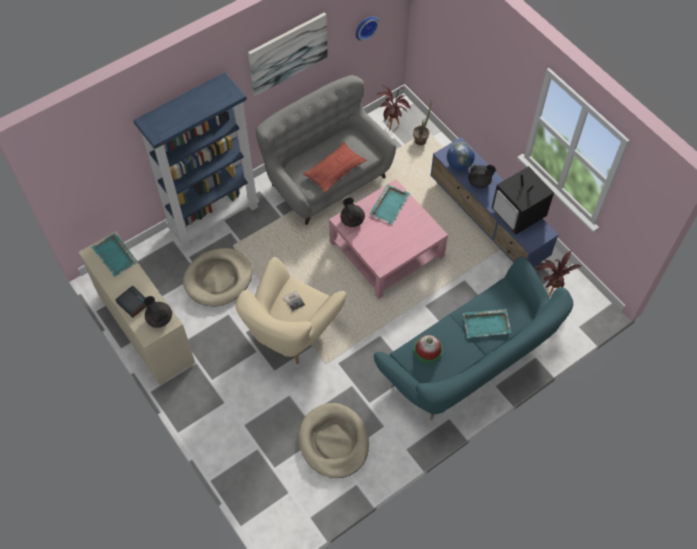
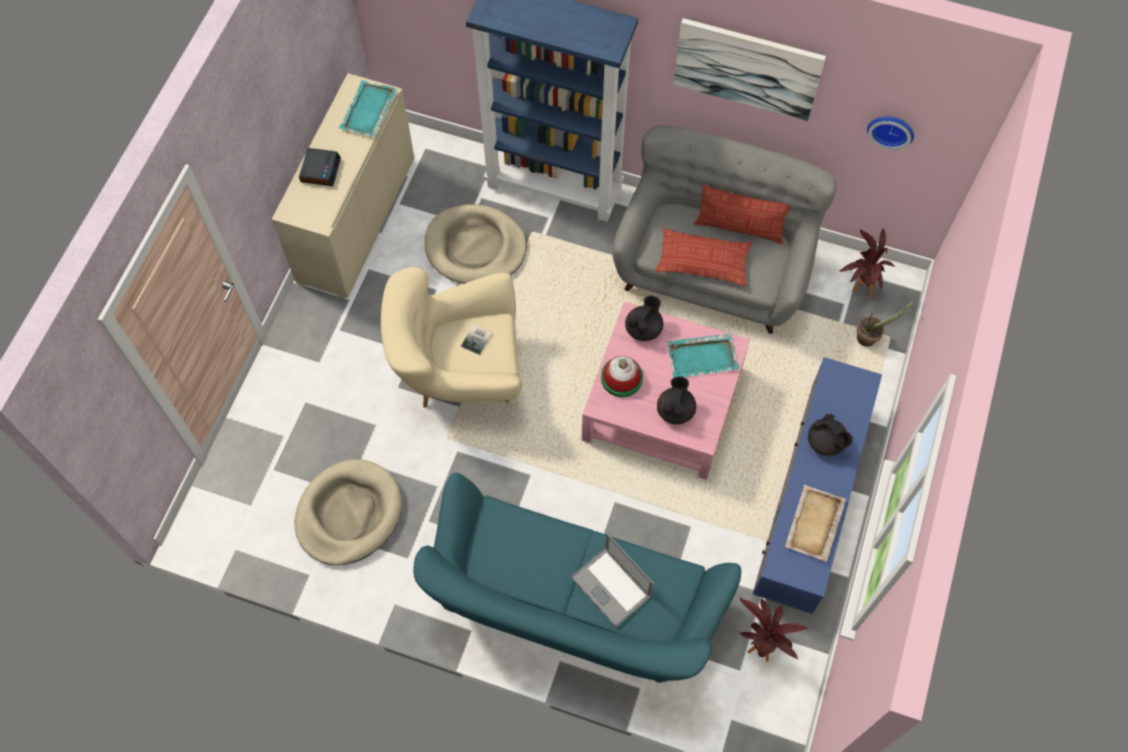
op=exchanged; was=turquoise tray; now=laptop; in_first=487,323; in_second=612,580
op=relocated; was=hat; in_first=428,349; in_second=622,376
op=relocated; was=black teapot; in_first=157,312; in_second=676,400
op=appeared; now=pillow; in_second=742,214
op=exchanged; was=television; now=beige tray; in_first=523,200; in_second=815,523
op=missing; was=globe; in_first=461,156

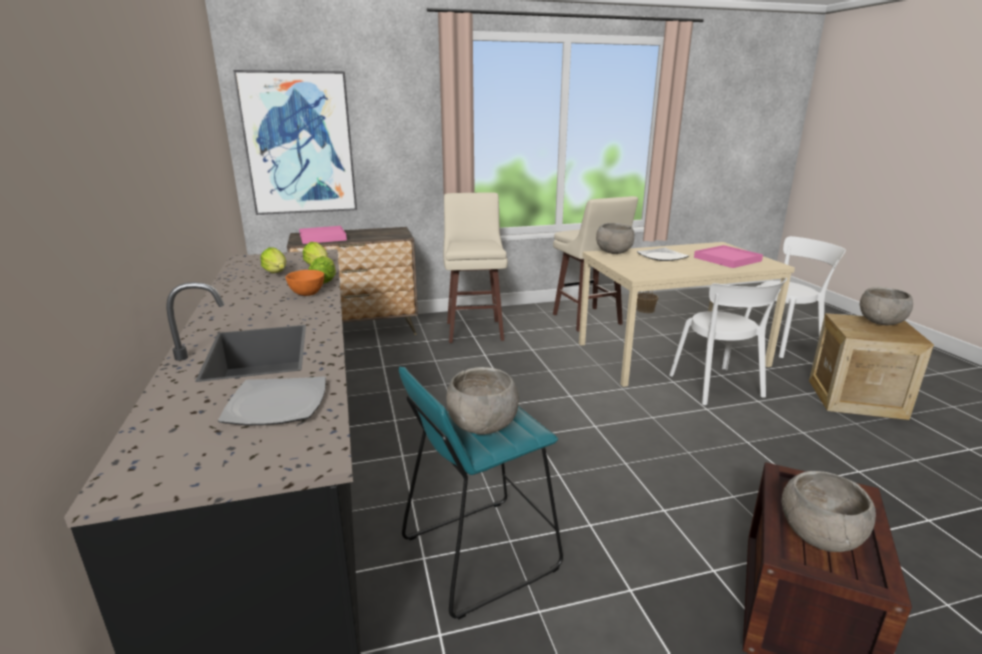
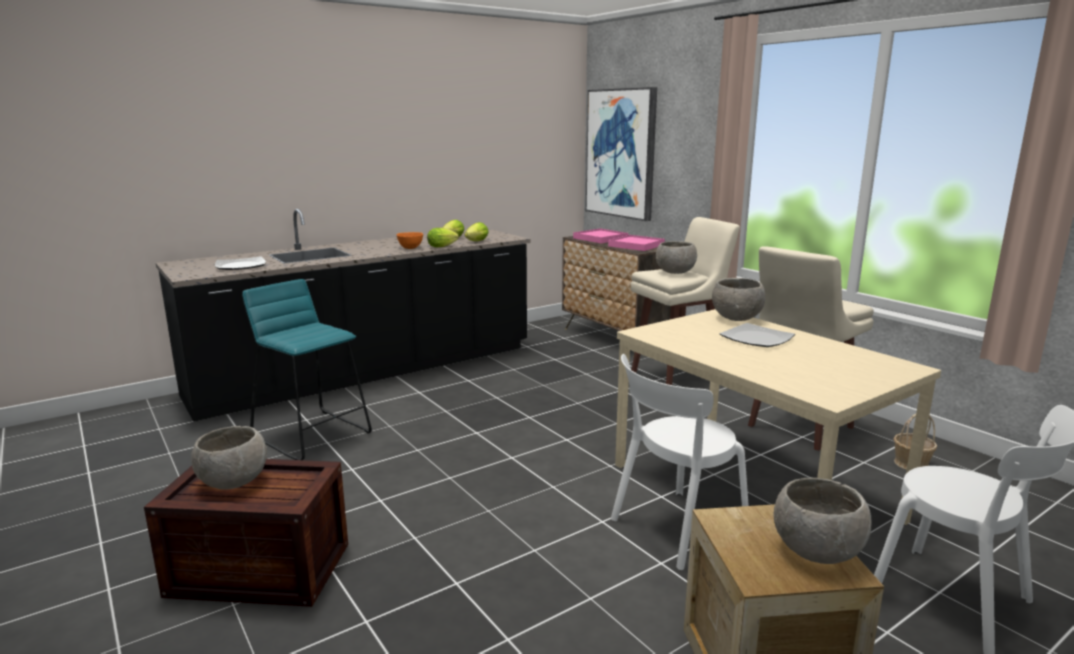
op=relocated; was=pink tray; in_first=728,256; in_second=636,243
op=relocated; was=grey bowl; in_first=482,401; in_second=676,257

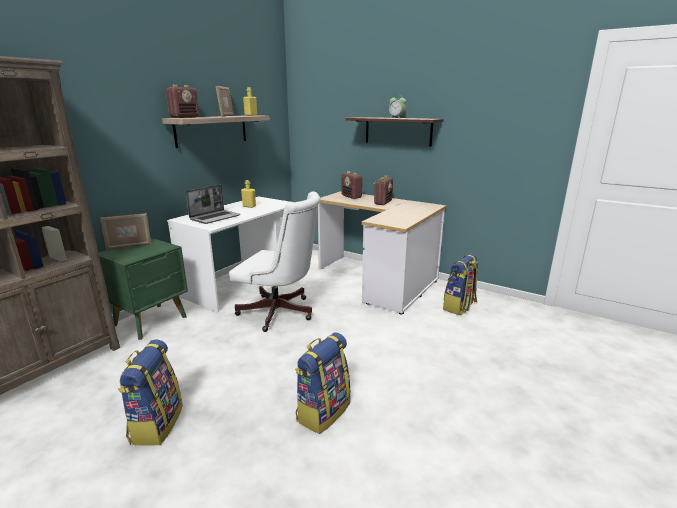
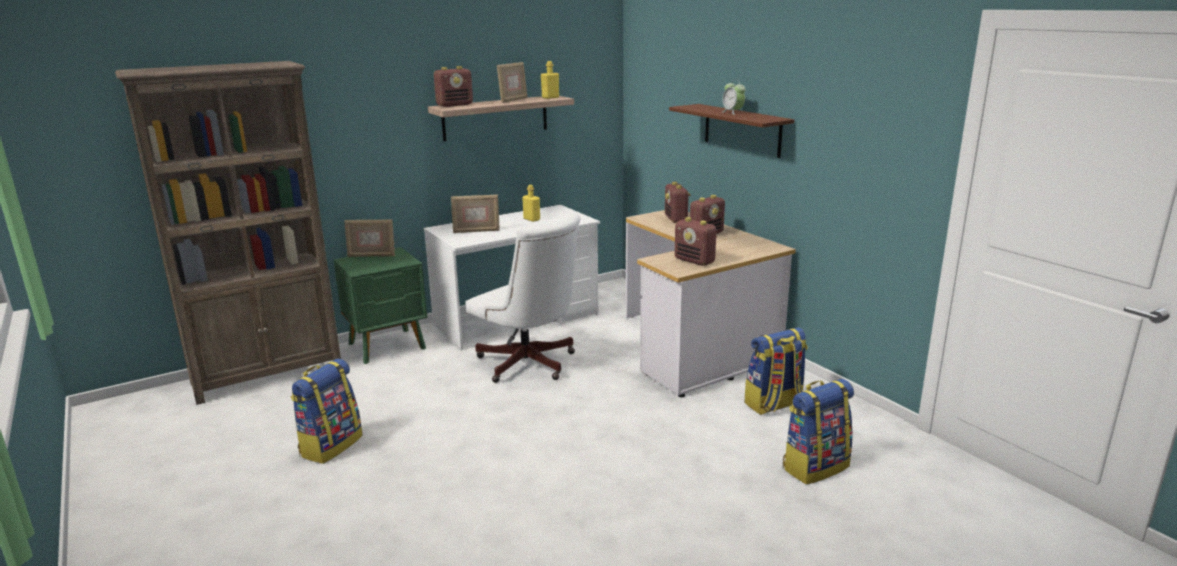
op=exchanged; was=laptop; now=picture frame; in_first=213,204; in_second=475,213
op=appeared; now=radio; in_second=695,241
op=relocated; was=backpack; in_first=323,383; in_second=818,432

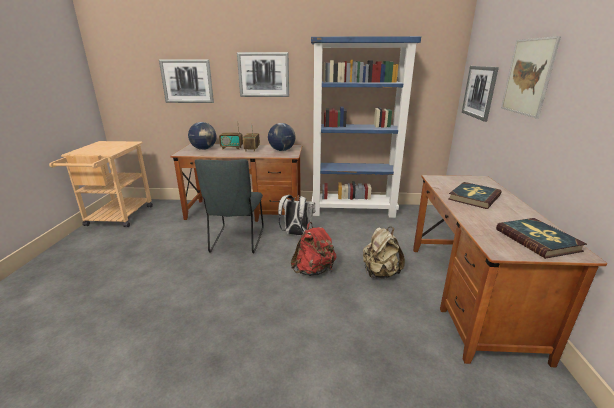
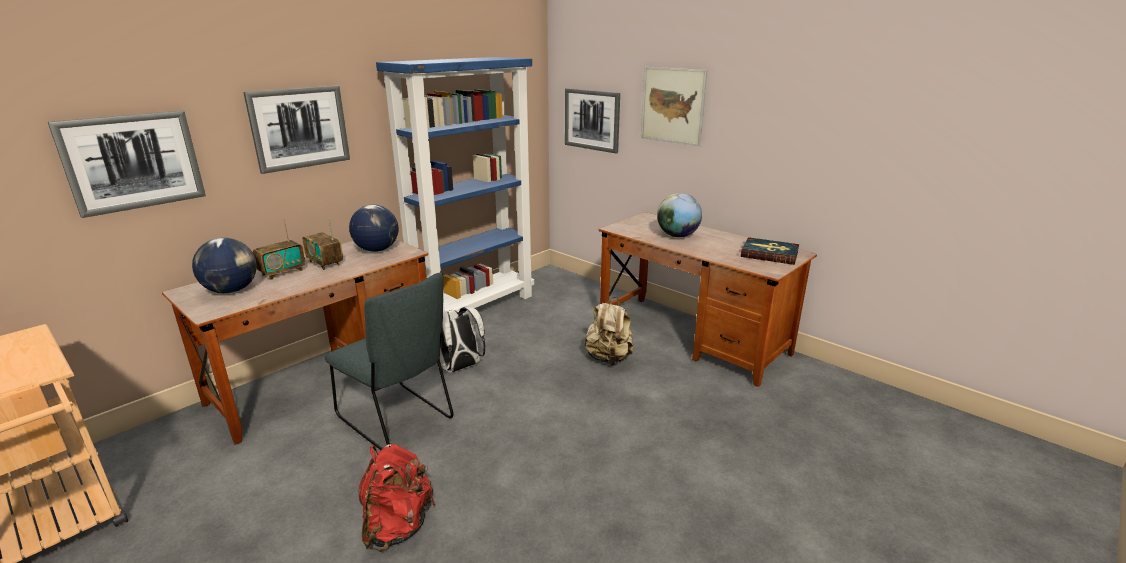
op=relocated; was=red backpack; in_first=314,249; in_second=397,498
op=exchanged; was=book; now=globe; in_first=474,195; in_second=679,215

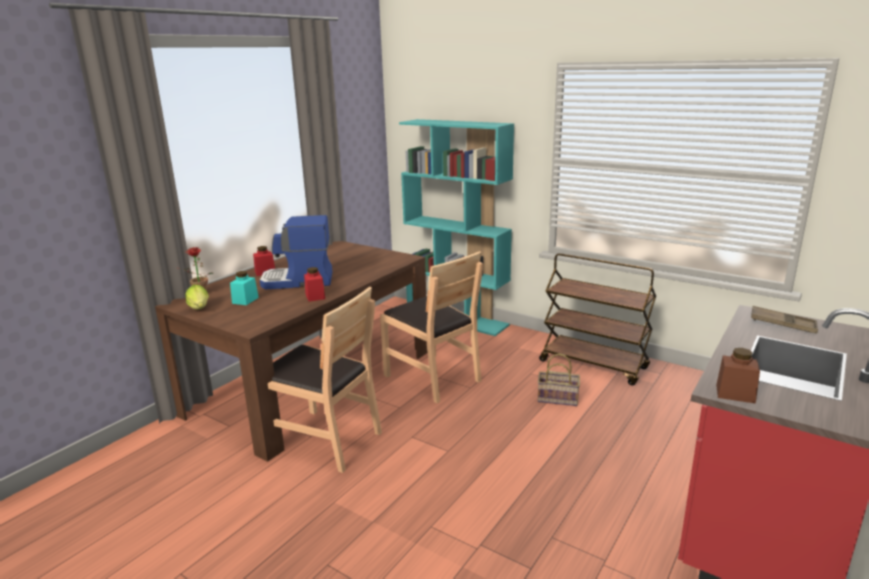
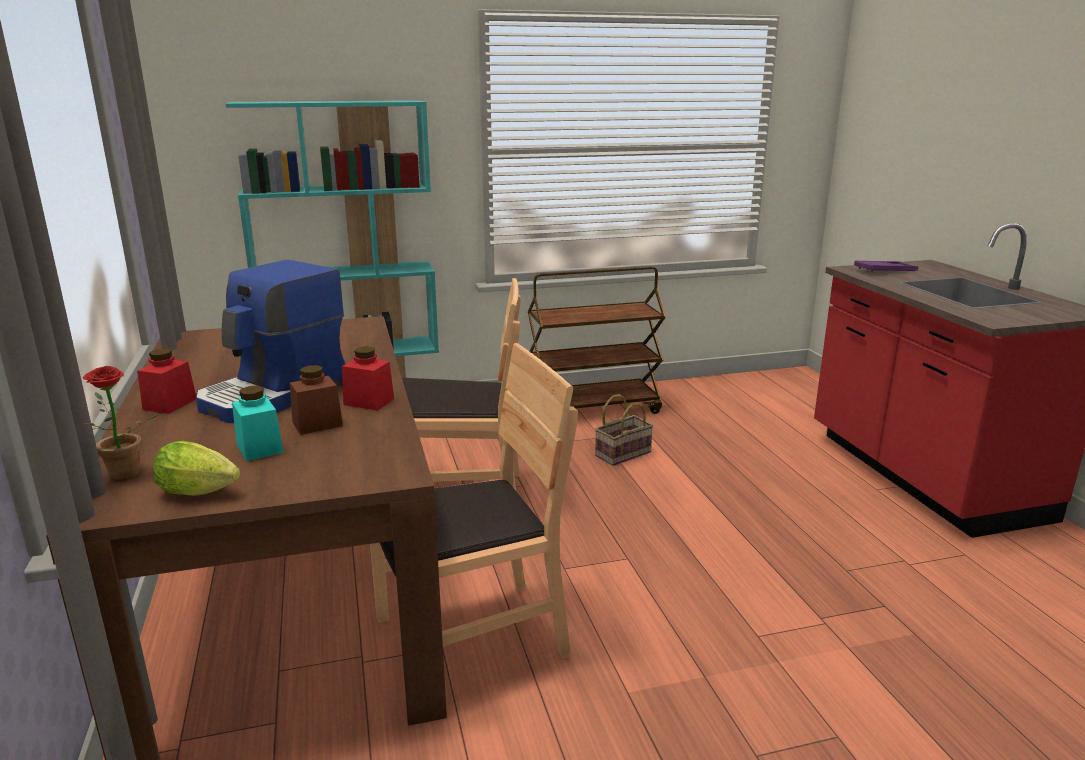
op=relocated; was=brown jar; in_first=738,376; in_second=316,400
op=colour; was=brown tray; now=purple tray; in_first=784,320; in_second=886,266

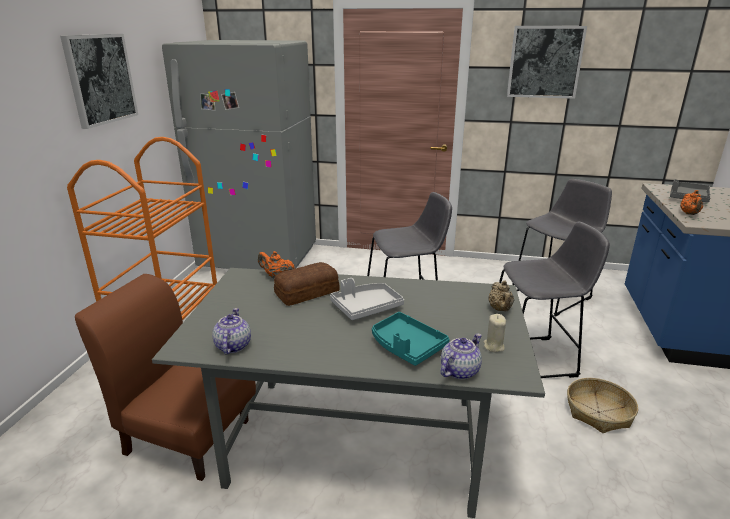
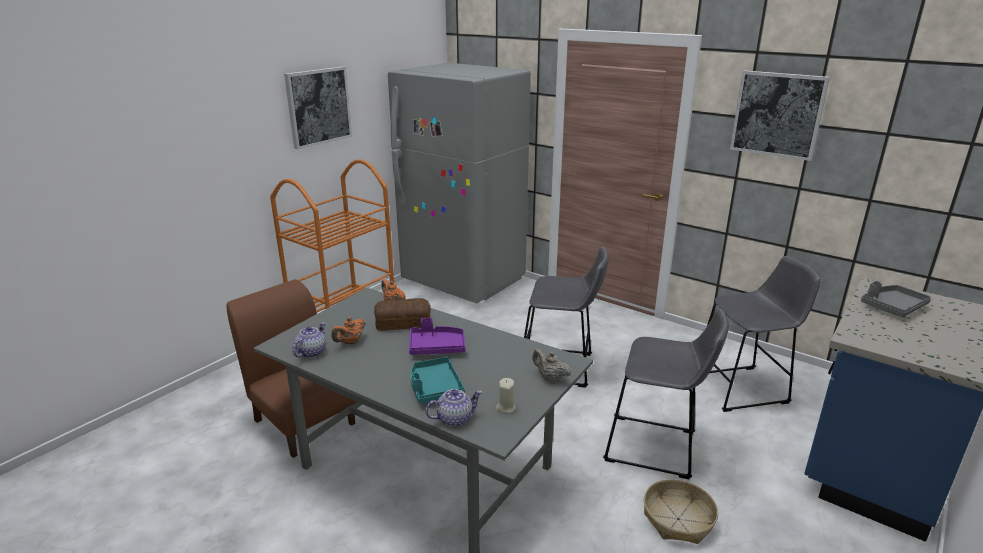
op=relocated; was=orange teapot; in_first=691,202; in_second=348,330
op=colour; was=grey tray; now=purple tray; in_first=367,299; in_second=437,336
op=spun; was=beige teapot; in_first=501,296; in_second=552,365; clockwise=105

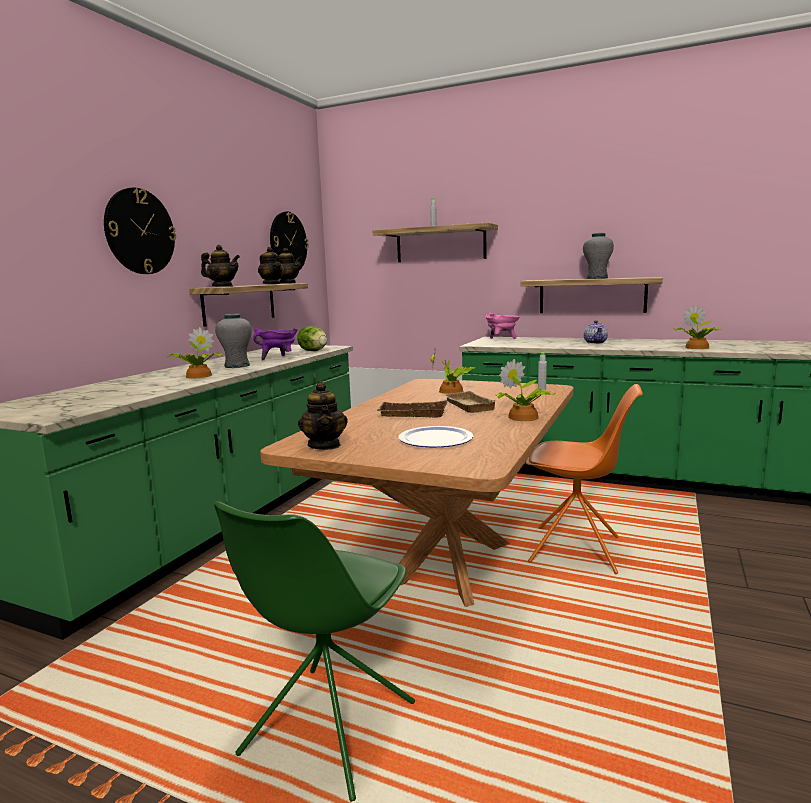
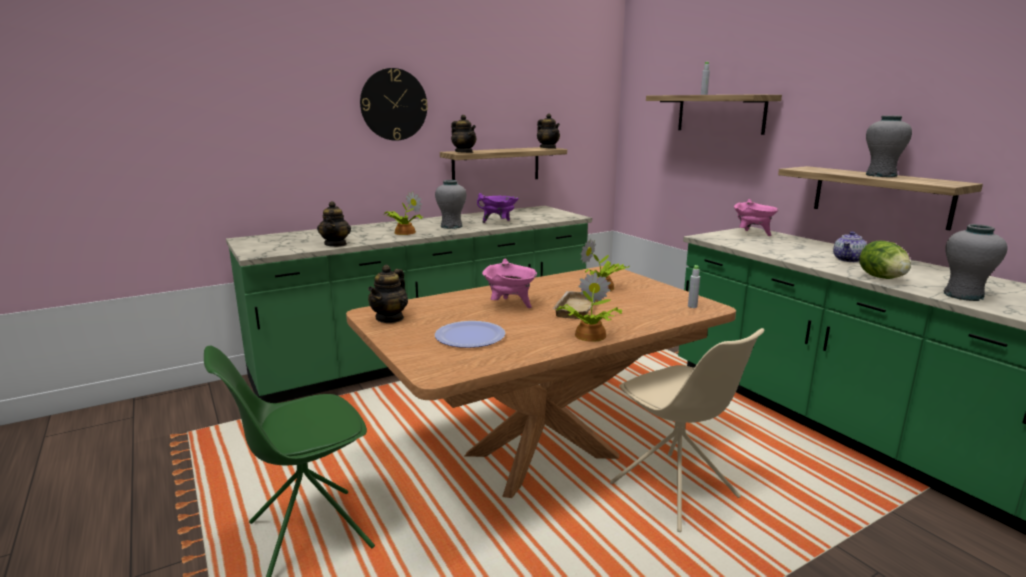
op=relocated; was=teapot; in_first=271,265; in_second=334,224
op=exchanged; was=brown tray; now=pink cooking pot; in_first=412,408; in_second=509,283
op=colour; was=orange chair; now=beige chair; in_first=584,479; in_second=687,430
op=relocated; was=lettuce; in_first=312,338; in_second=885,260
op=exchanged; was=potted plant; now=grey vase; in_first=697,327; in_second=975,262
op=missing; was=wall clock; in_first=289,240

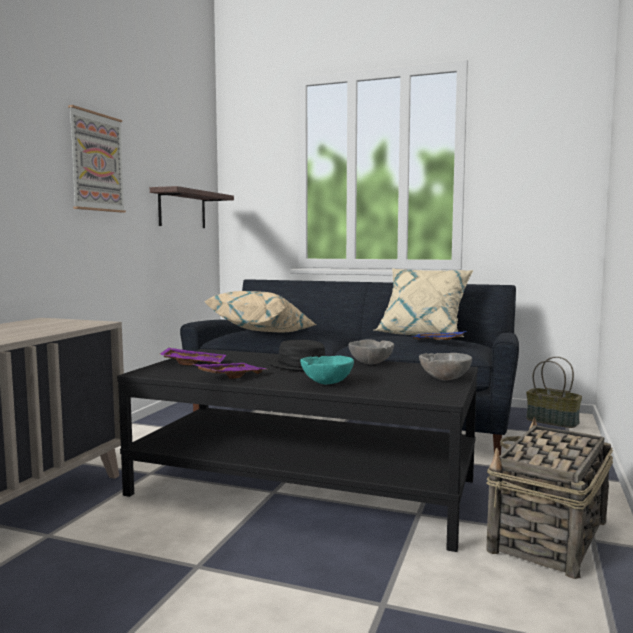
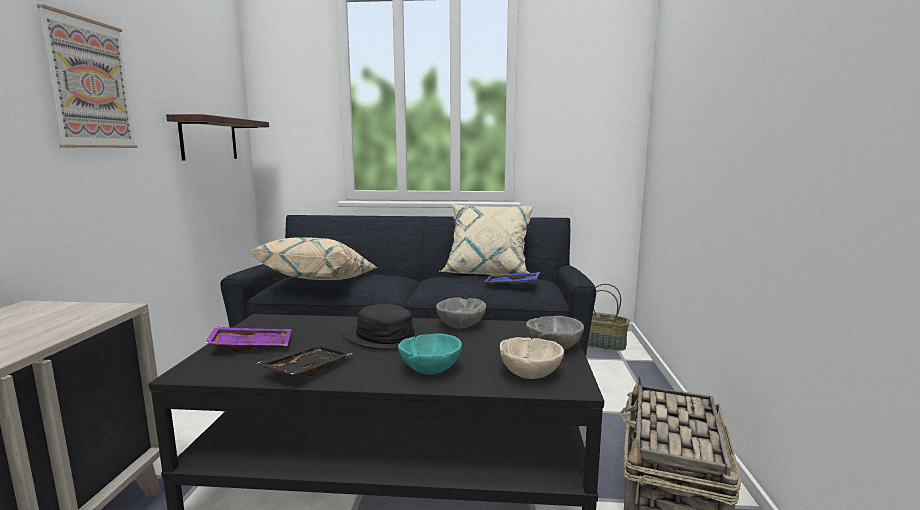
op=colour; was=purple tray; now=black tray; in_first=229,371; in_second=304,360
op=appeared; now=beige bowl; in_second=532,358

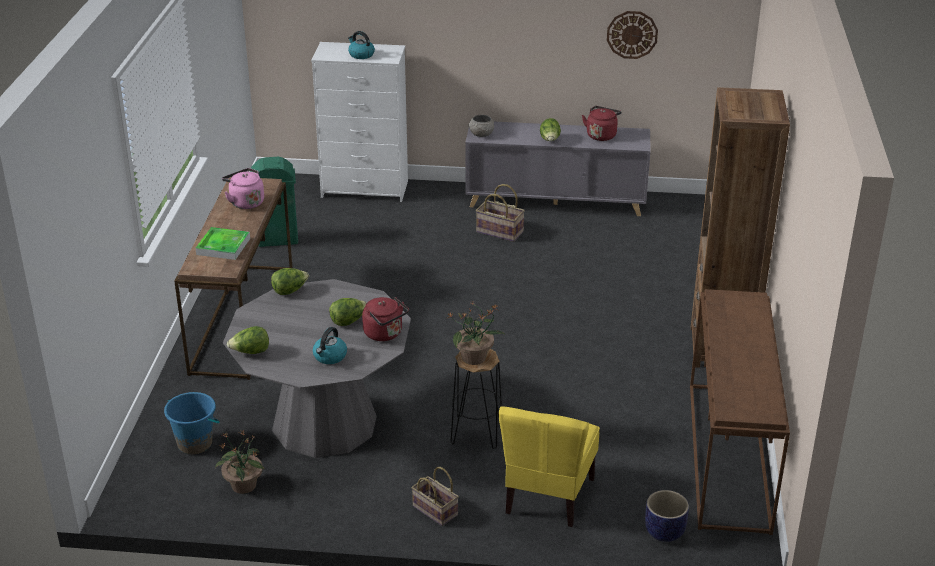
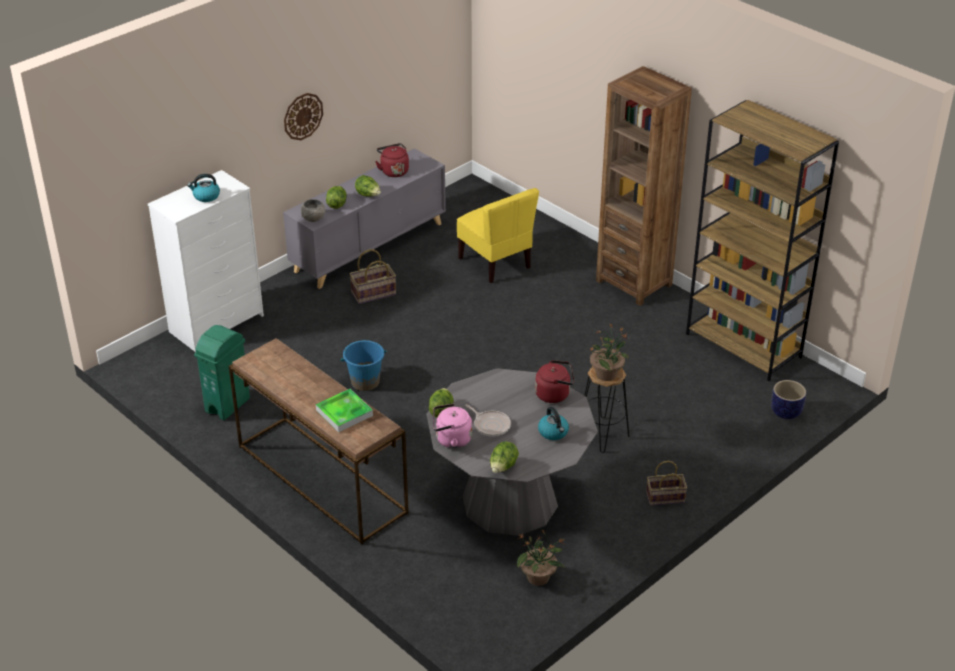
op=relocated; was=wall clock; in_first=632,35; in_second=303,116
op=relocated; was=lettuce; in_first=348,312; in_second=336,197
op=relocated; was=blue bucket; in_first=192,423; in_second=364,365
op=relocated; was=pink kettle; in_first=243,188; in_second=452,426
op=relocated; was=yellow chair; in_first=549,466; in_second=498,235
op=appeared; now=frying pan; in_second=488,420
op=exchanged; was=brown console table; now=brown bookcase; in_first=740,412; in_second=762,240

